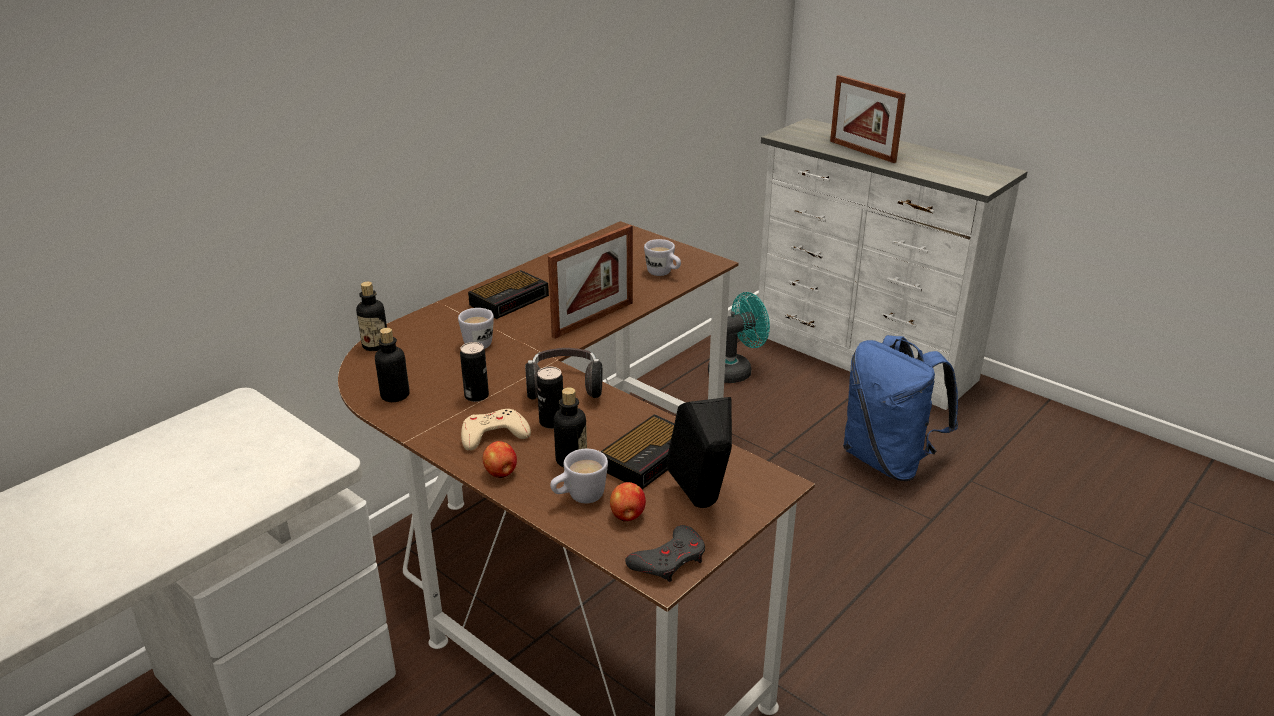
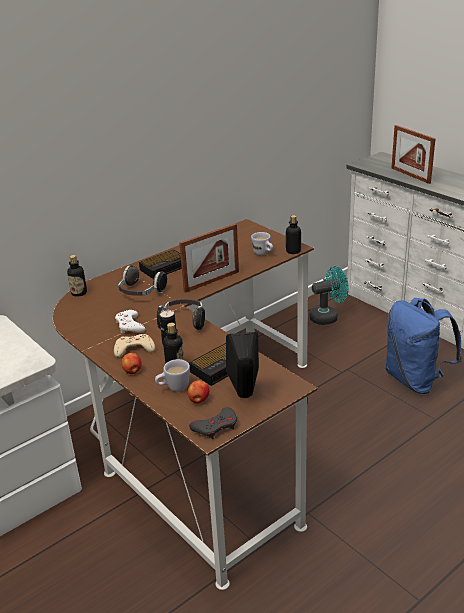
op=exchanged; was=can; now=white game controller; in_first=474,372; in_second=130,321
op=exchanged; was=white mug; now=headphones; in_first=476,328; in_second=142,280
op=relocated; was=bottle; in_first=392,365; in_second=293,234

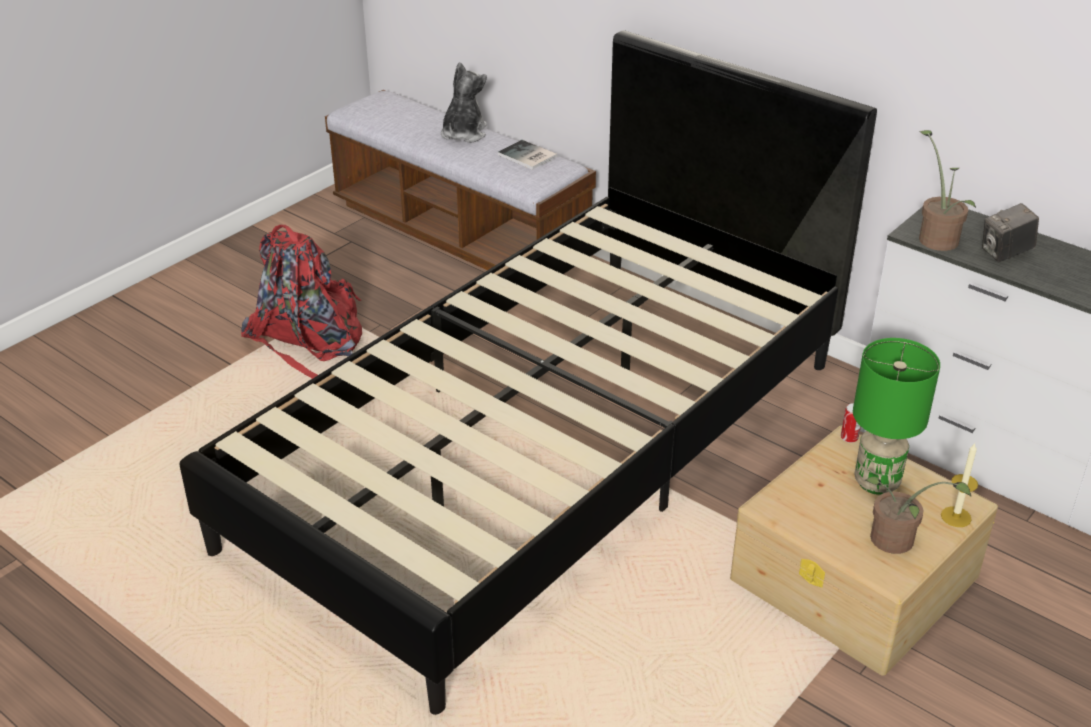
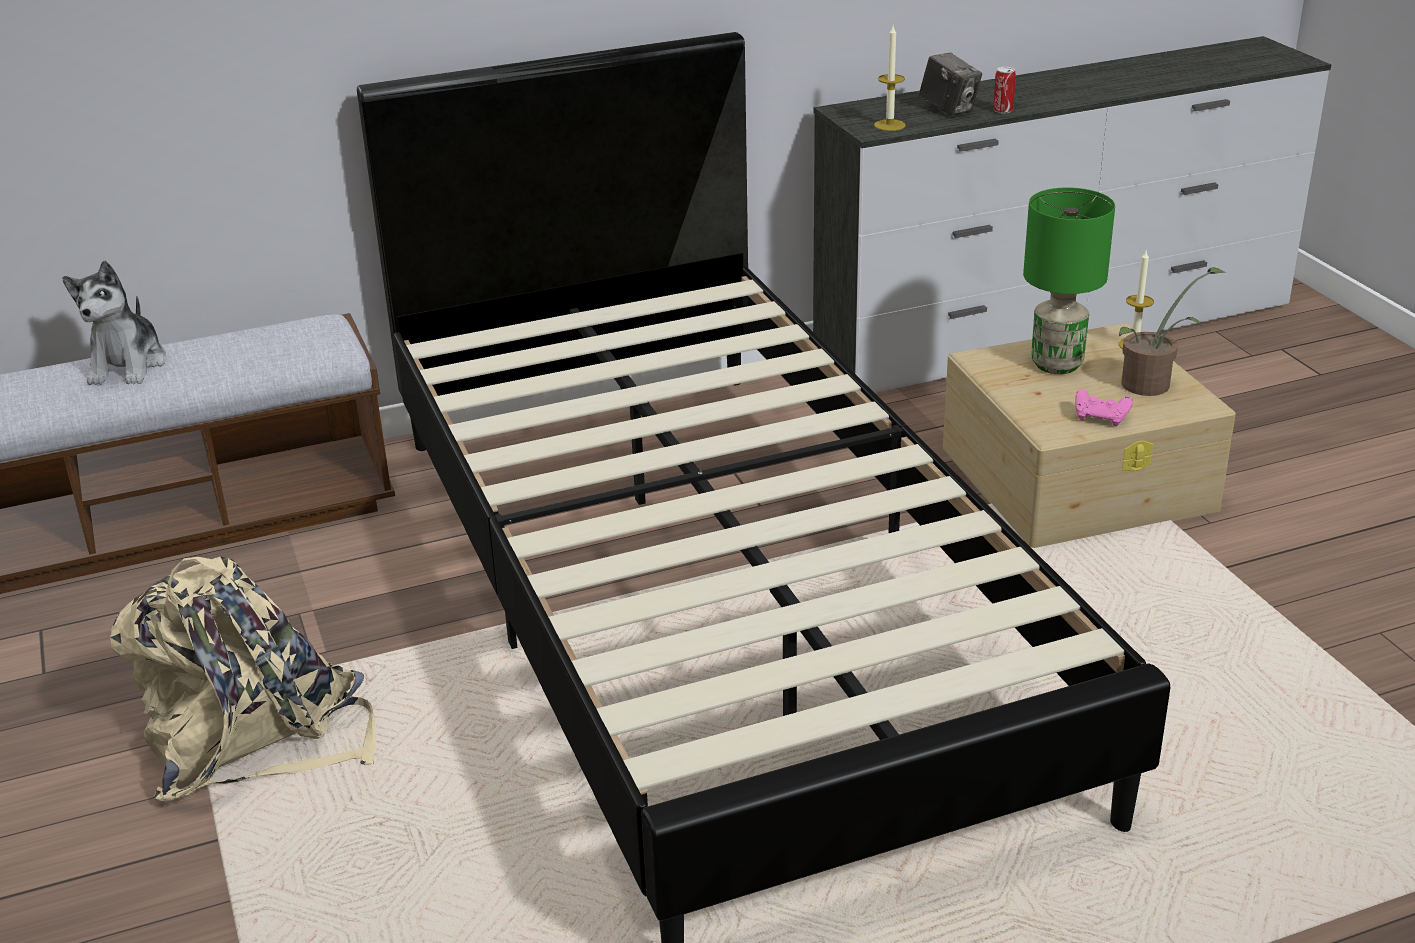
op=spun; was=plush toy; in_first=464,102; in_second=114,323; clockwise=-135
op=colour; was=red backpack; now=beige backpack; in_first=301,303; in_second=243,679
op=exchanged; was=potted plant; now=candle; in_first=947,190; in_second=890,78
op=spun; was=photo camera; in_first=1010,232; in_second=950,84; clockwise=-45
op=relocated; was=can; in_first=851,423; in_second=1004,90
op=appeared; now=pink game controller; in_second=1104,407
op=missing; was=book; in_first=527,155

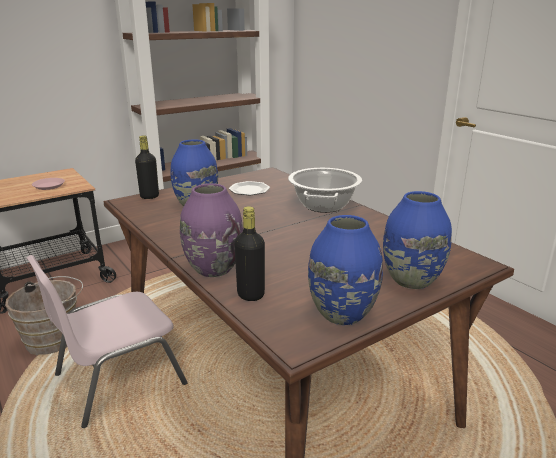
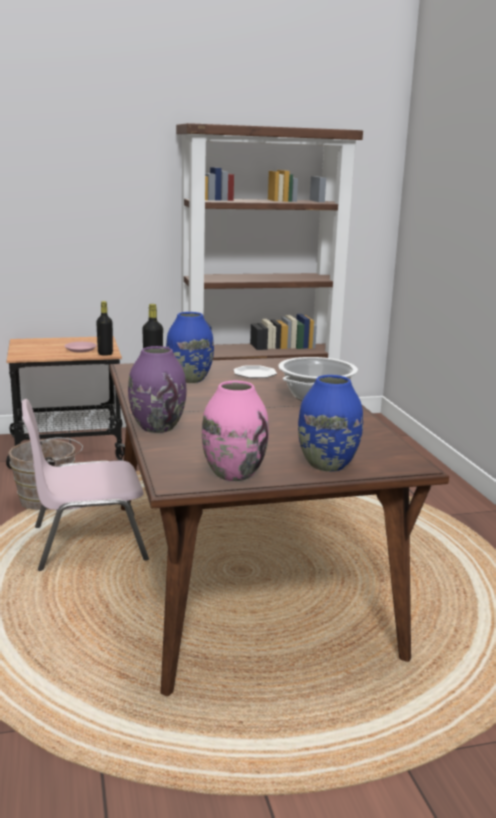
op=relocated; was=black bottle; in_first=249,253; in_second=104,328
op=colour; was=blue vase; now=pink vase; in_first=345,270; in_second=235,431

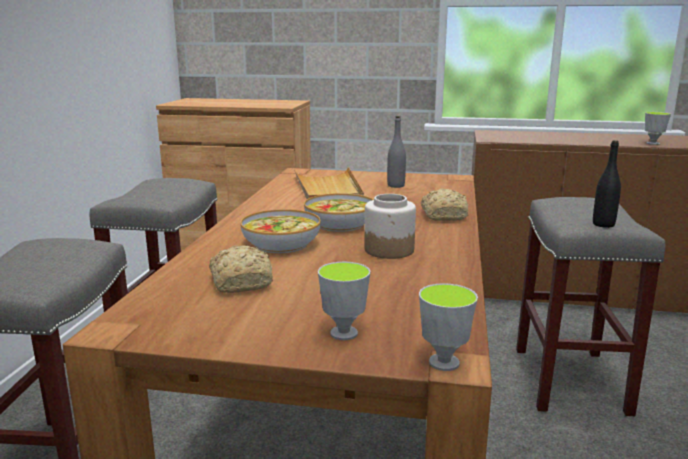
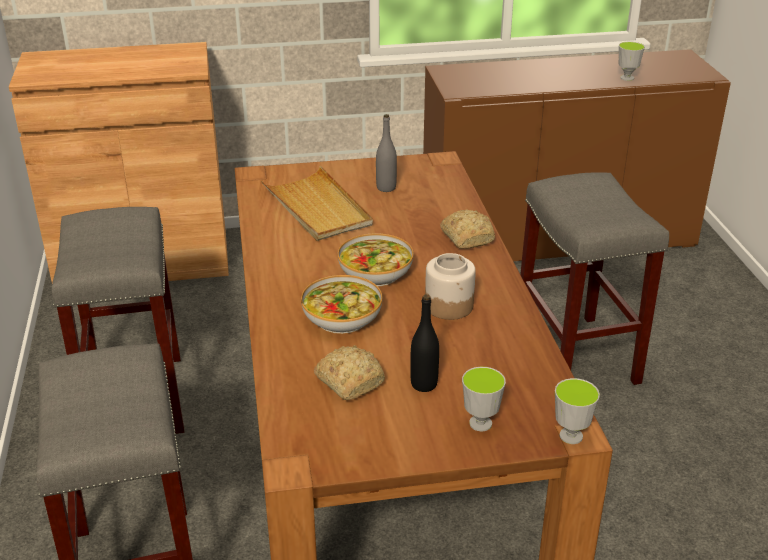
op=relocated; was=black bottle; in_first=607,184; in_second=424,343

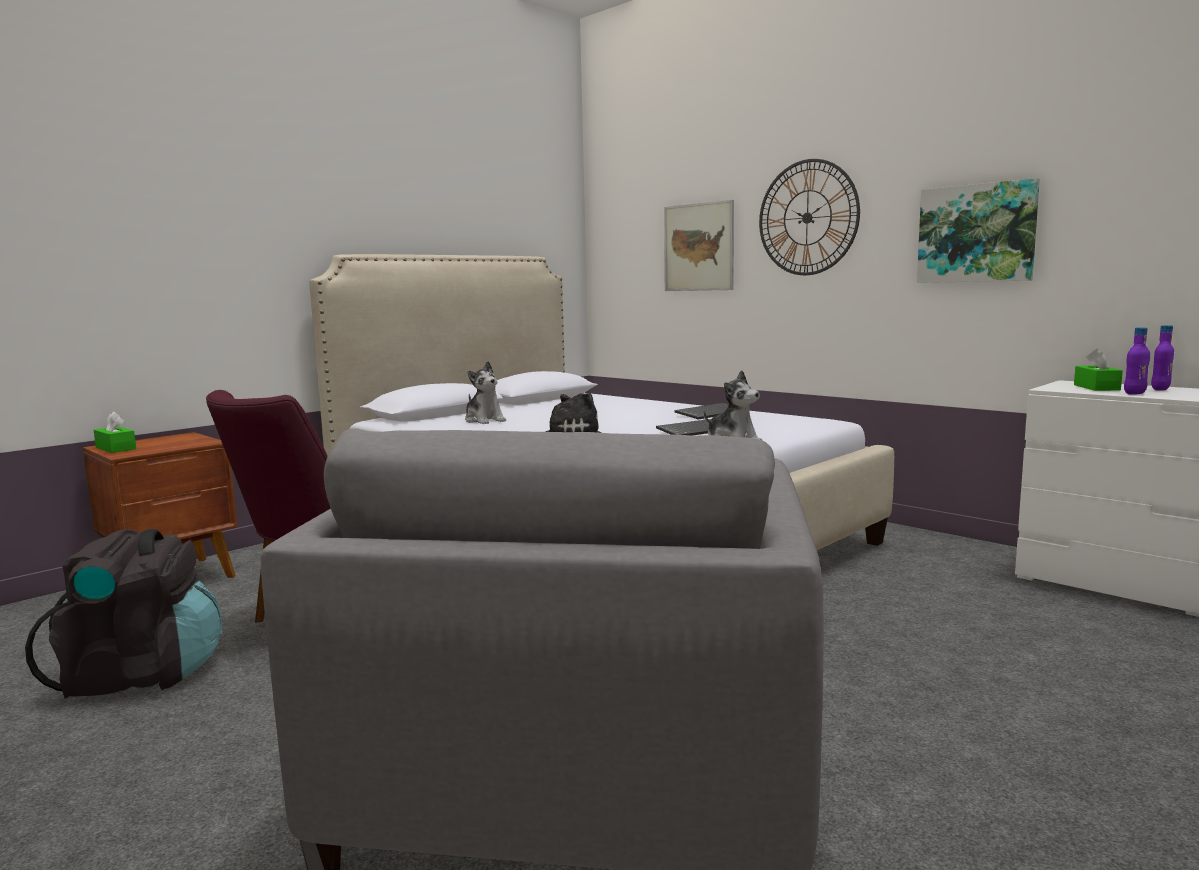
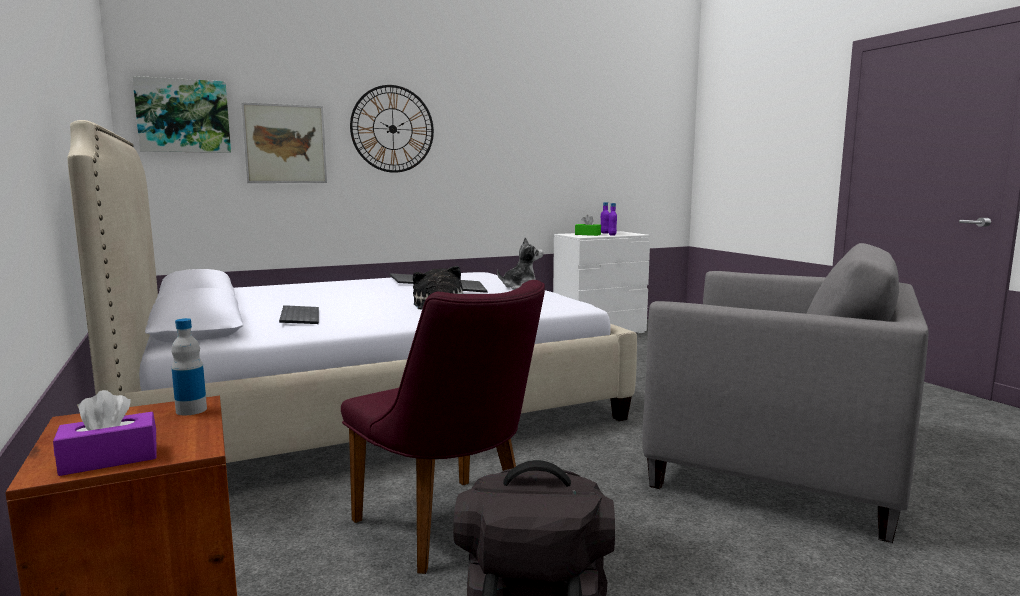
op=colour; was=green tissue box; now=purple tissue box; in_first=115,432; in_second=104,433
op=relocated; was=picture; in_first=978,230; in_second=181,114
op=appeared; now=bottle; in_second=189,366
op=exchanged; was=plush toy; now=keyboard; in_first=485,392; in_second=299,314

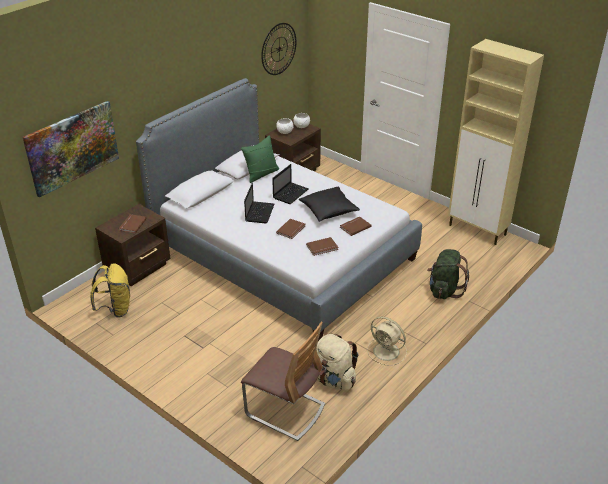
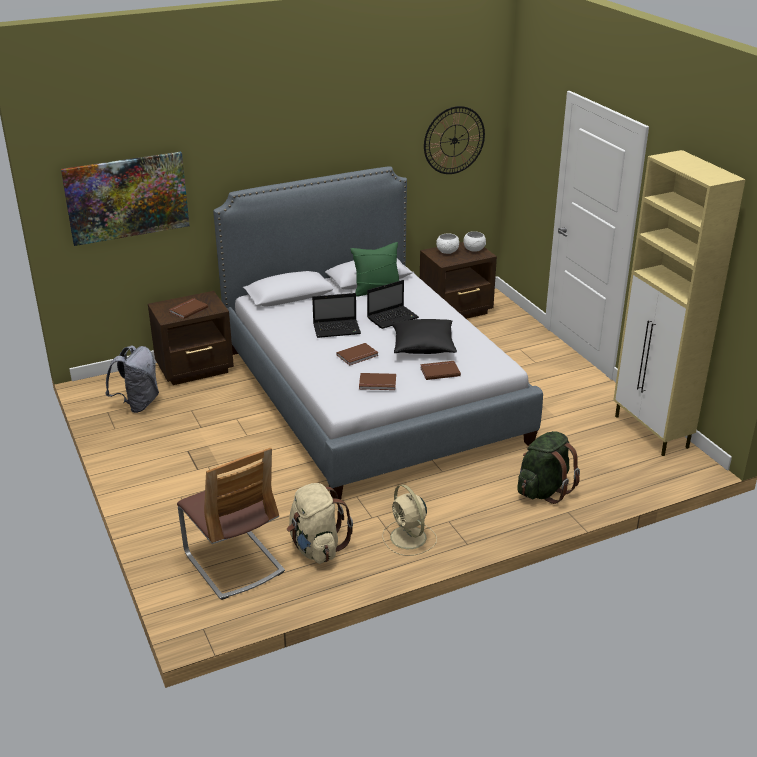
op=colour; was=yellow backpack; now=grey backpack; in_first=110,290; in_second=132,379
op=spun; was=laptop; in_first=259,203; in_second=336,315; clockwise=45

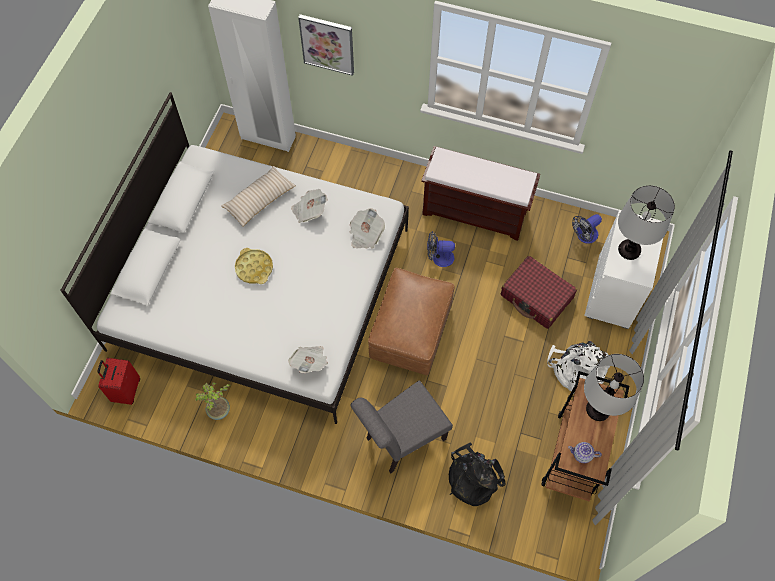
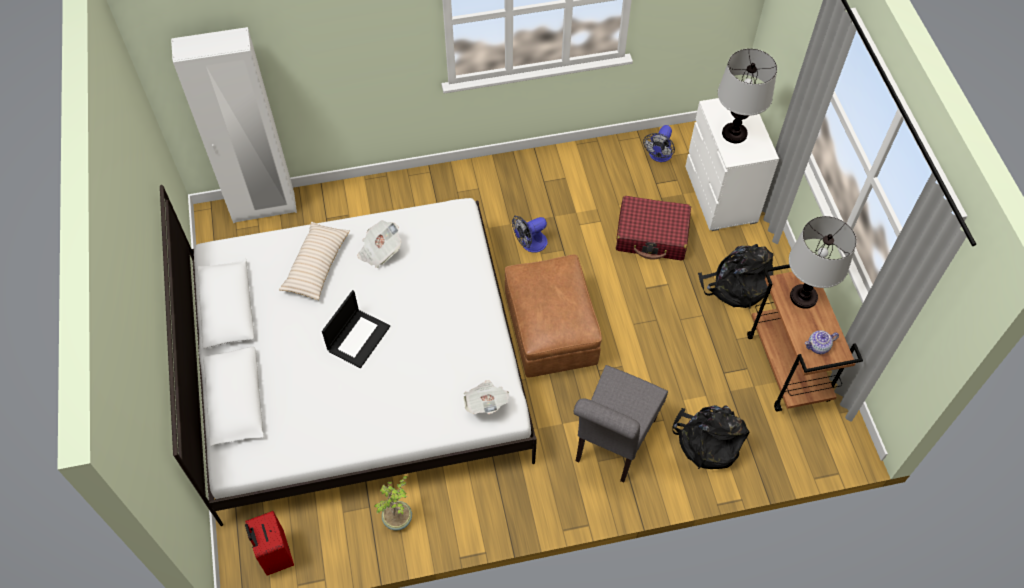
op=exchanged; was=yellow tray; now=laptop; in_first=254,266; in_second=356,329
op=colour; was=white backpack; now=black backpack; in_first=578,366; in_second=736,276
op=missing; was=picture; in_first=326,45
op=missing; was=newspaper; in_first=367,228
op=missing; was=brown bench; in_first=480,193

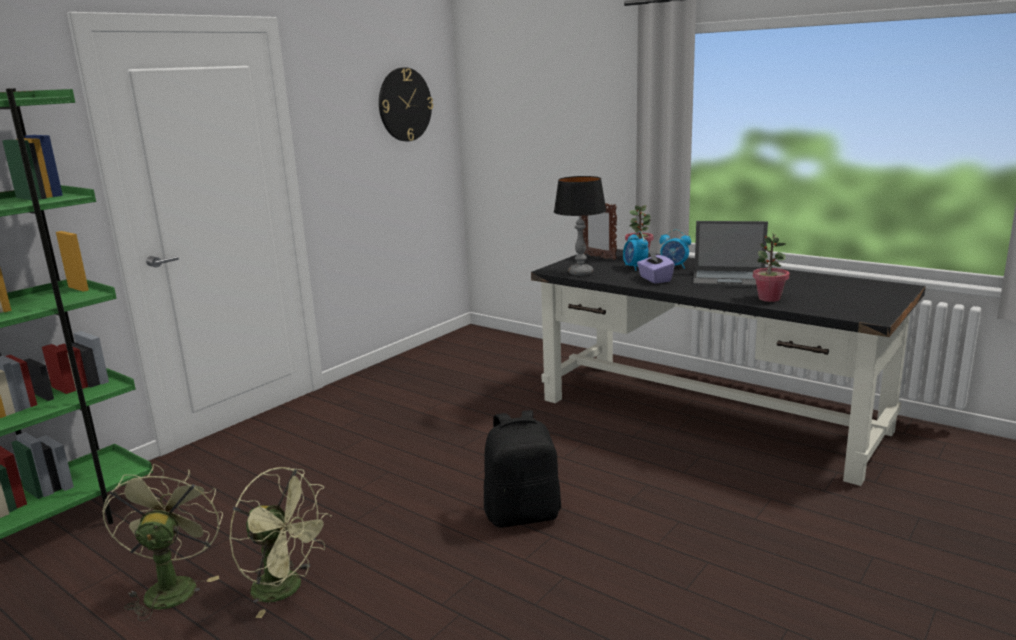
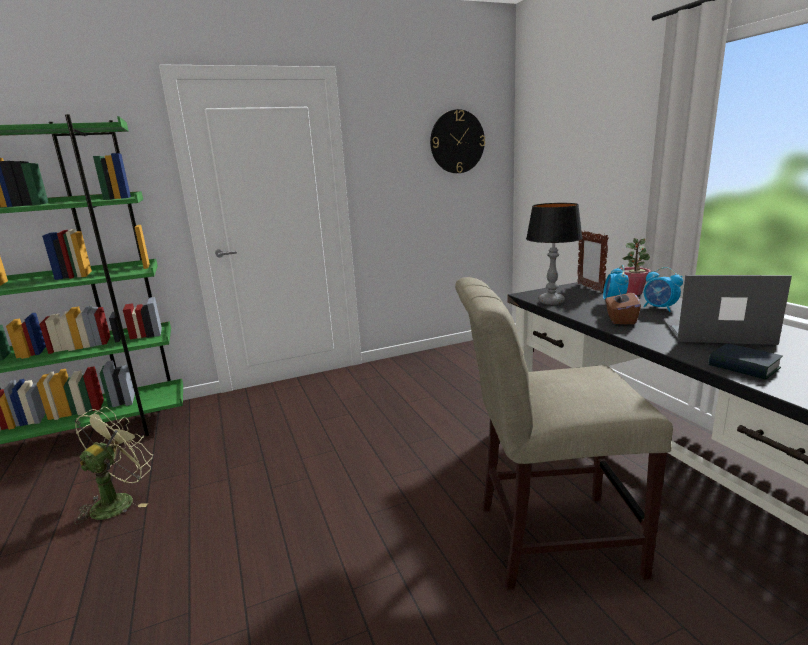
op=appeared; now=beige chair; in_second=564,433
op=colour; was=purple tissue box; now=brown tissue box; in_first=656,267; in_second=623,306
op=spun; was=laptop; in_first=730,254; in_second=727,310; clockwise=150
op=exchanged; was=potted plant; now=book; in_first=771,268; in_second=746,361
op=missing; was=green fan; in_first=280,542
op=missing; was=black backpack; in_first=522,469

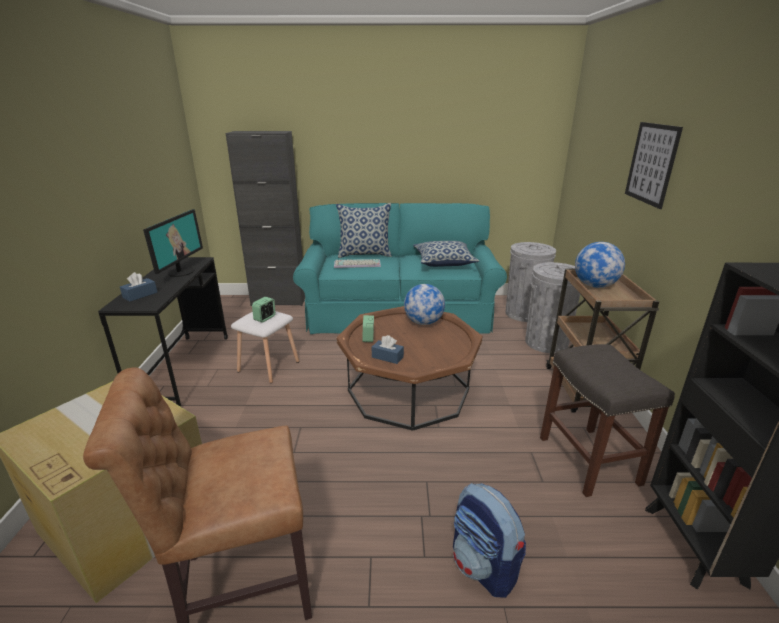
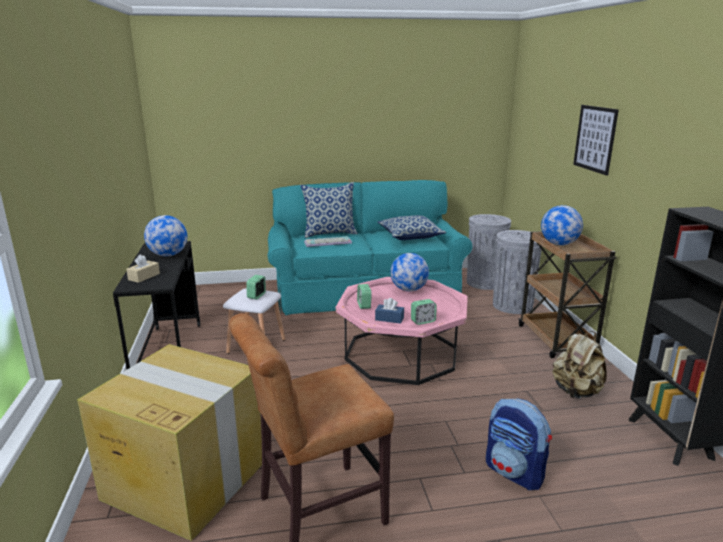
op=colour; was=blue tissue box; now=beige tissue box; in_first=138,286; in_second=143,268
op=exchanged; was=monitor; now=globe; in_first=173,243; in_second=165,236
op=colour; was=brown coffee table; now=pink coffee table; in_first=410,368; in_second=402,331
op=appeared; now=alarm clock; in_second=424,312
op=exchanged; was=grey stool; now=beige backpack; in_first=607,420; in_second=579,364
op=missing; was=black cabinet; in_first=265,218

